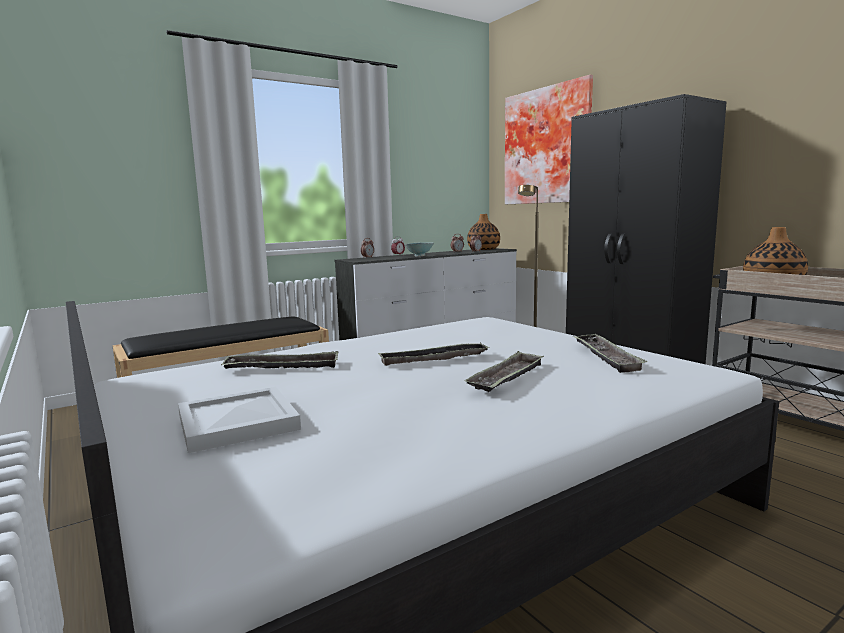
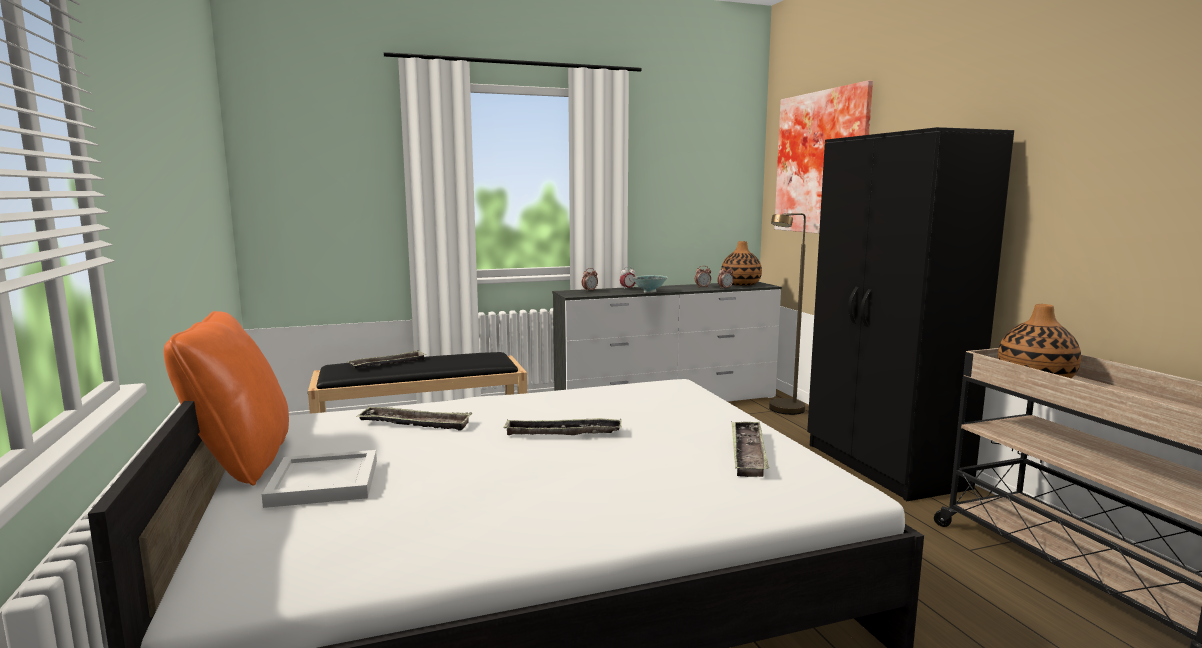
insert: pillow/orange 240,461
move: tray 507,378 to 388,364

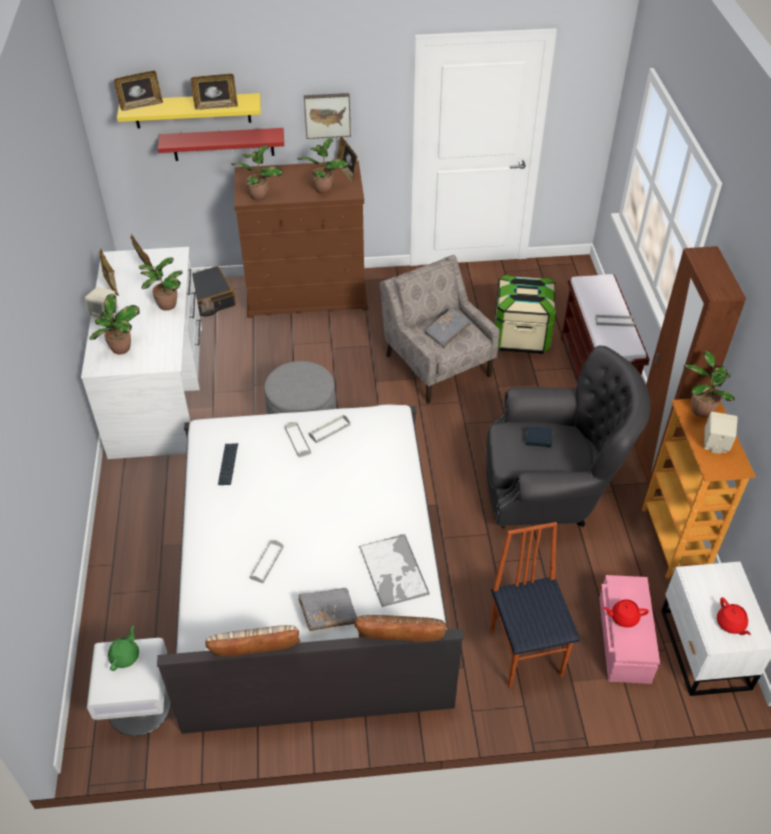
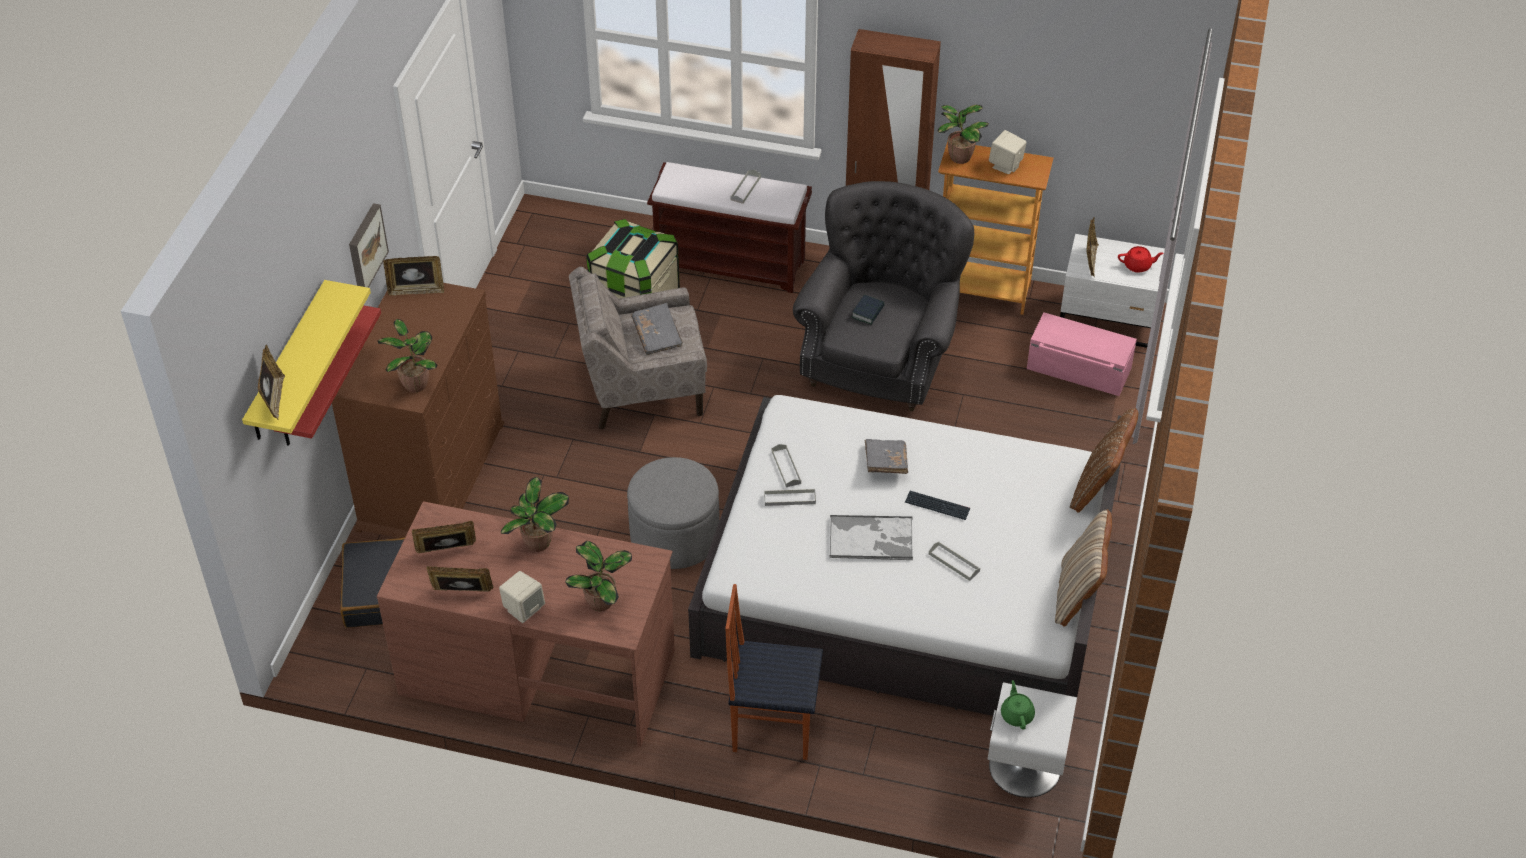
delete: potted plant 323,188; teapot/red 623,617
move: picture frame 216,106 to 1090,261; keyboard 228,464 to 937,506; book/grey 328,614 to 885,463; tray 394,571 to 872,538; chair 526,652 to 773,727
recolor: desk/white 158,390 to desk/brown 537,671
rotate: teapot/green 125,656 = 1017,715 45 degrees clockwise

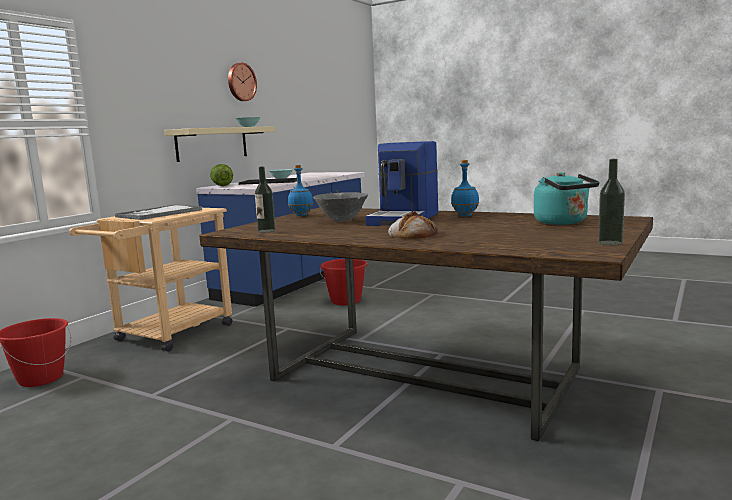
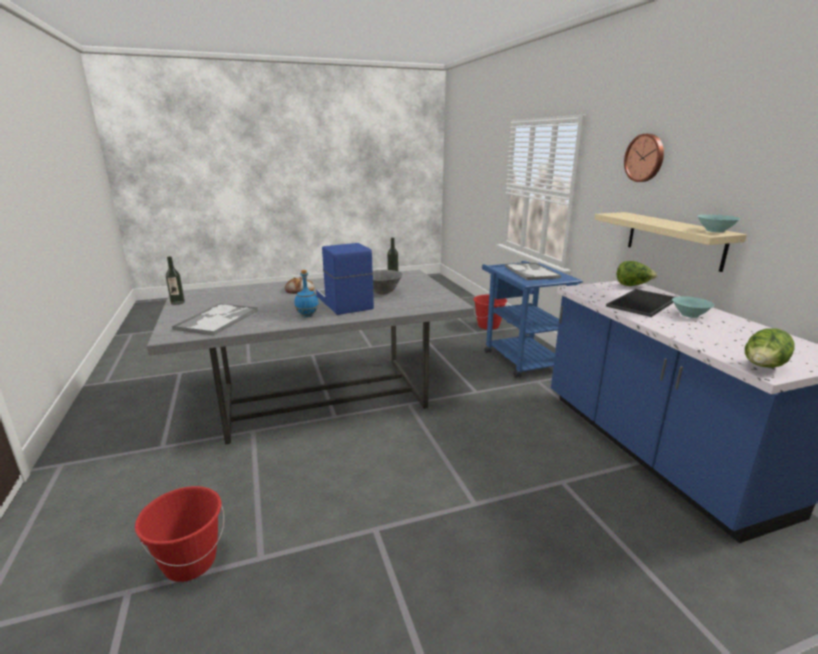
delete: bottle/blue 301,215
insert: lettuce 763,367
move: wall clock 241,82 to 645,158; bucket/red 345,301 to 190,562
replace: kettle/turquoise 563,222 to tray 218,319
recolor: cart/beige 167,336 to cart/blue 520,357; dining table/brown 427,375 to dining table/grey 321,397

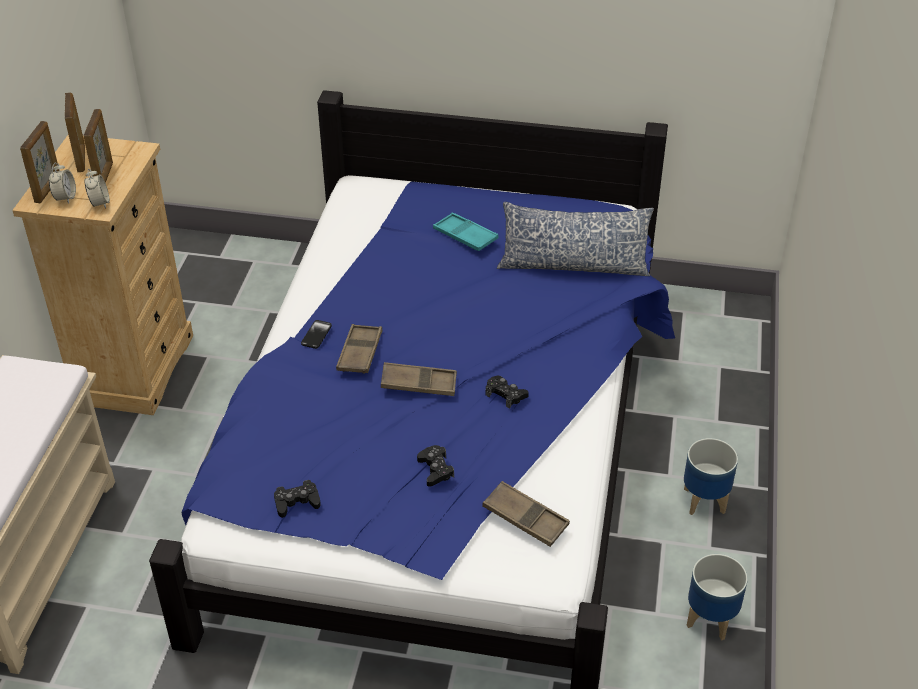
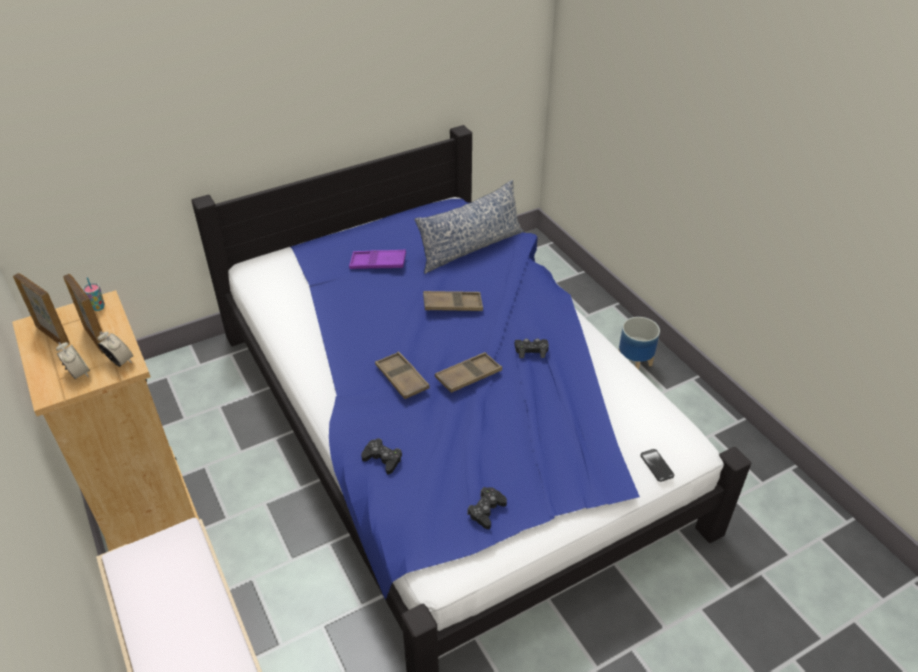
delete: picture frame 48,189; planter 711,619
insert: cup 98,307
move: phone 316,335 to 656,466; game controller/black 435,469 to 382,459; tray/brown 525,518 to 452,305
recolor: tray/turquoise 465,236 to tray/purple 378,263

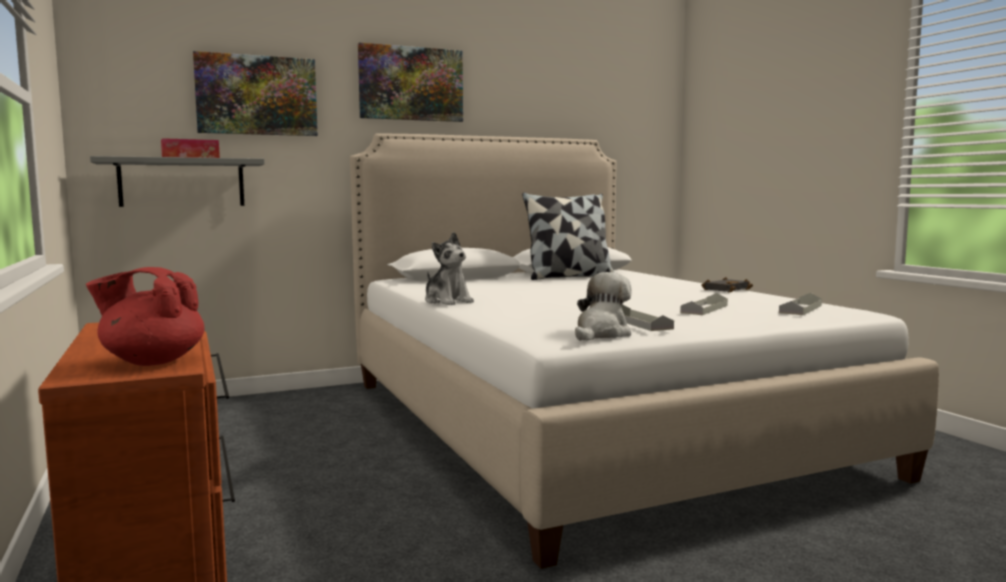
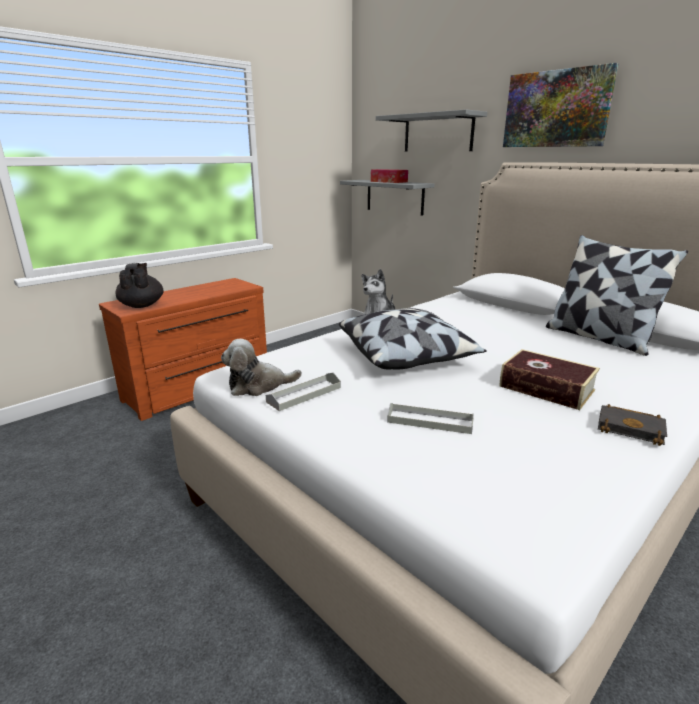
delete: tray/grey 800,309
insert: pillow 407,356; book 546,388
replace: picture 257,95 to shelf/grey 438,133
recolor: teapot/red 152,361 to teapot/black 142,305
rotate: plush toy 601,334 = 258,386 150 degrees clockwise

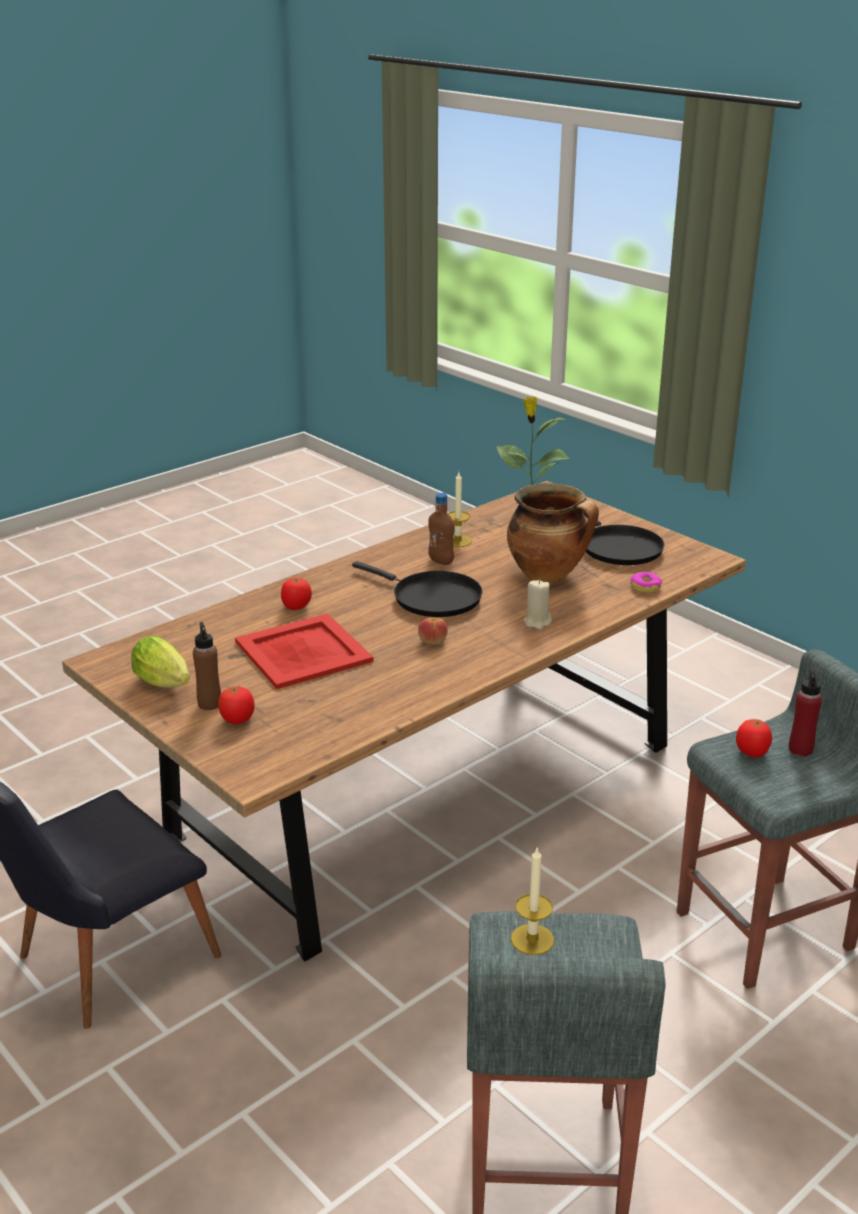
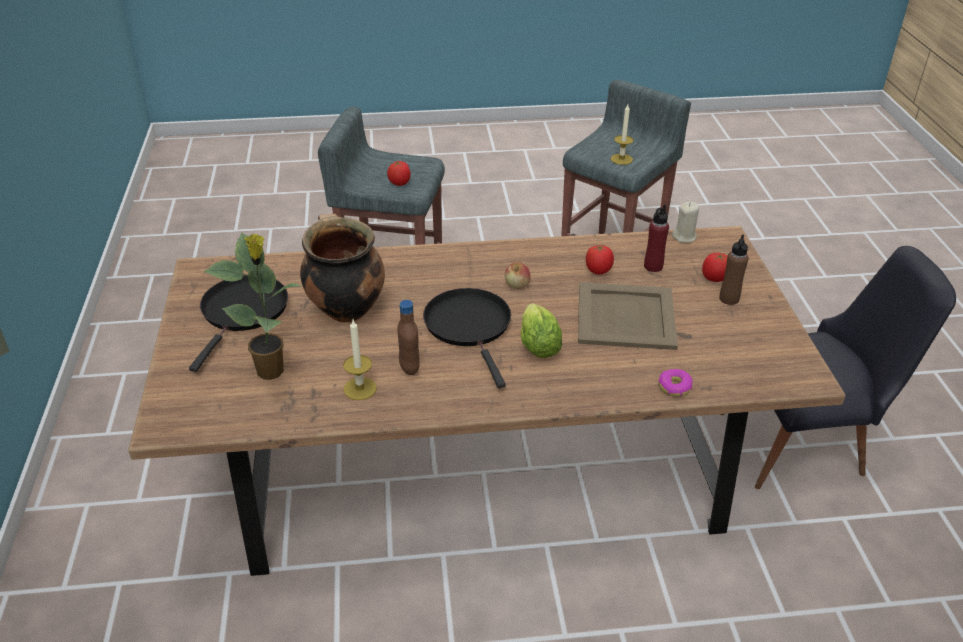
move: lettuce 165,684 to 537,343; tomato 296,606 to 598,270; candle/beige 537,622 to 684,237; donut 645,587 to 674,387; bottle/red 800,749 to 653,266
recolor: tray/red 302,651 to tray/beige 627,317

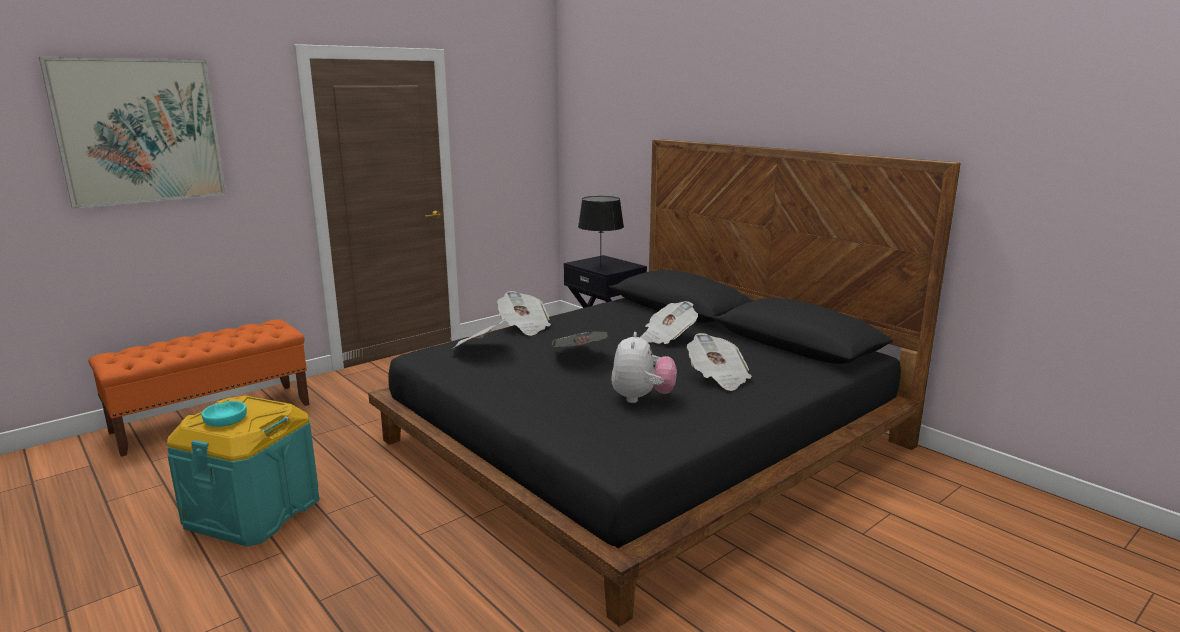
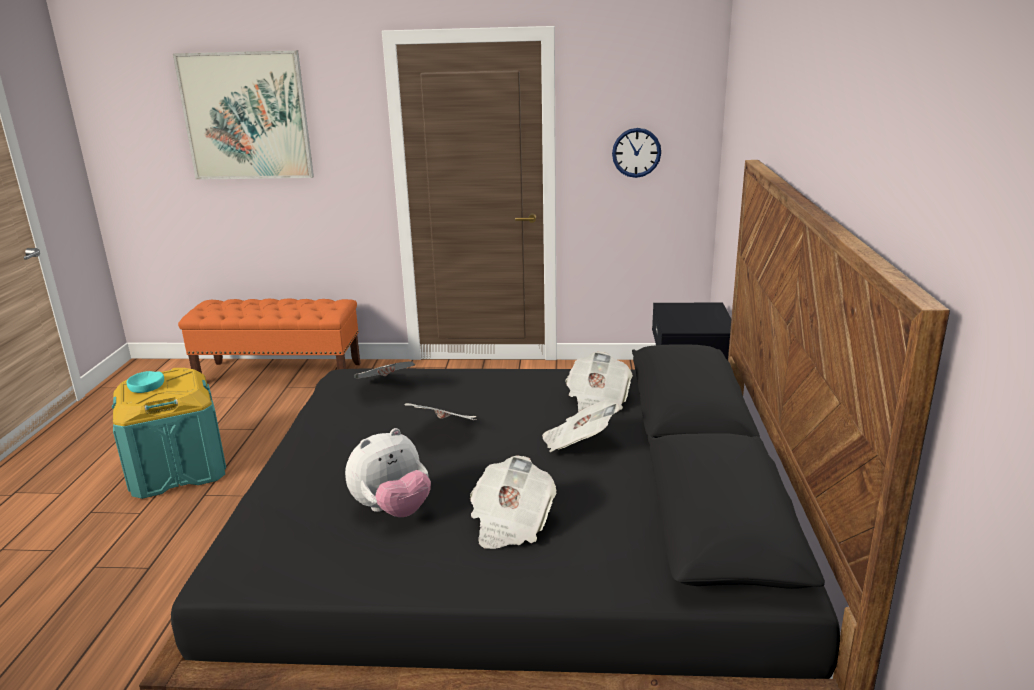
delete: table lamp/black 600,267
insert: wall clock 636,152
move: newspaper 524,327 to 597,401

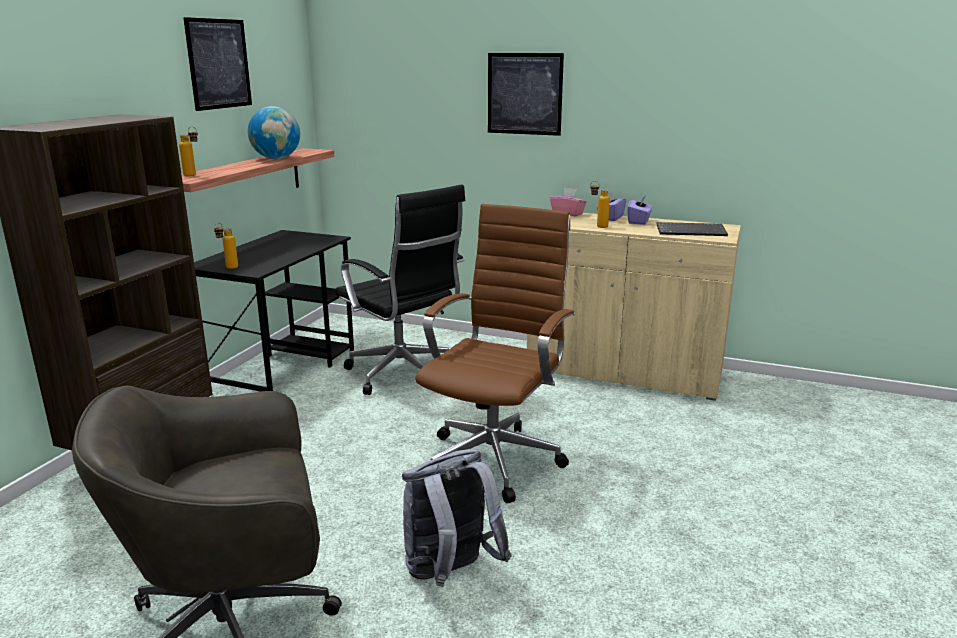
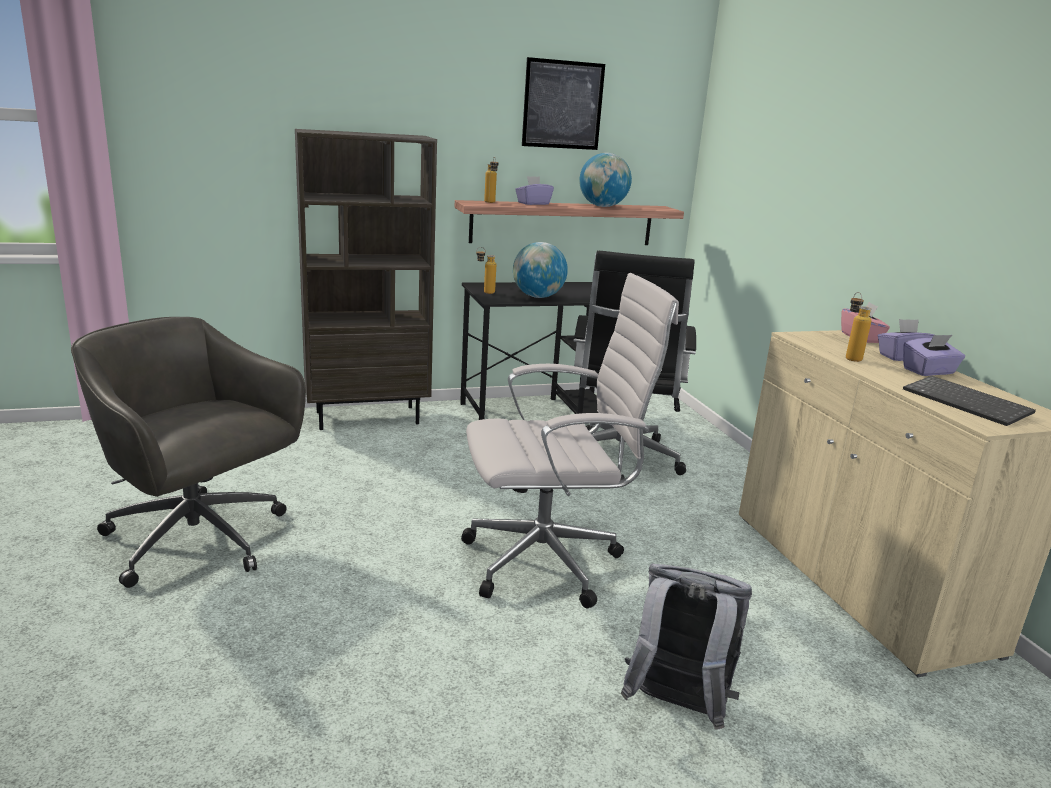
delete: picture 524,94
insert: globe 538,297; tissue box/purple 533,203
move: backpack/grey 450,573 to 675,707
recolor: office chair/brown 496,458 to office chair/white 549,562

